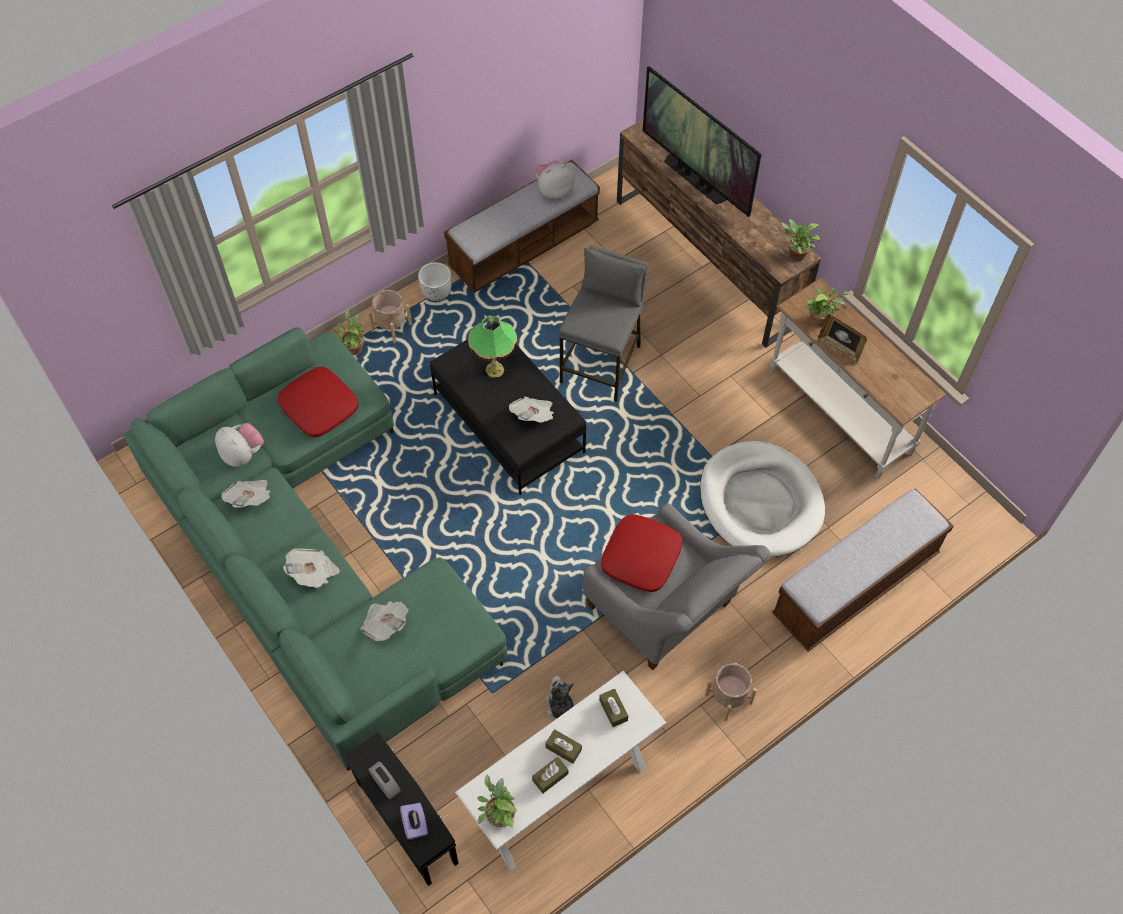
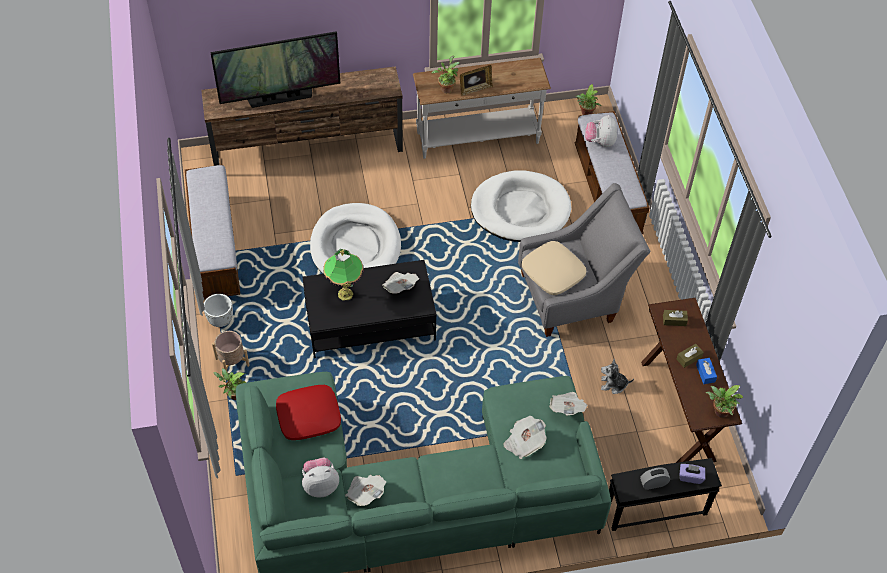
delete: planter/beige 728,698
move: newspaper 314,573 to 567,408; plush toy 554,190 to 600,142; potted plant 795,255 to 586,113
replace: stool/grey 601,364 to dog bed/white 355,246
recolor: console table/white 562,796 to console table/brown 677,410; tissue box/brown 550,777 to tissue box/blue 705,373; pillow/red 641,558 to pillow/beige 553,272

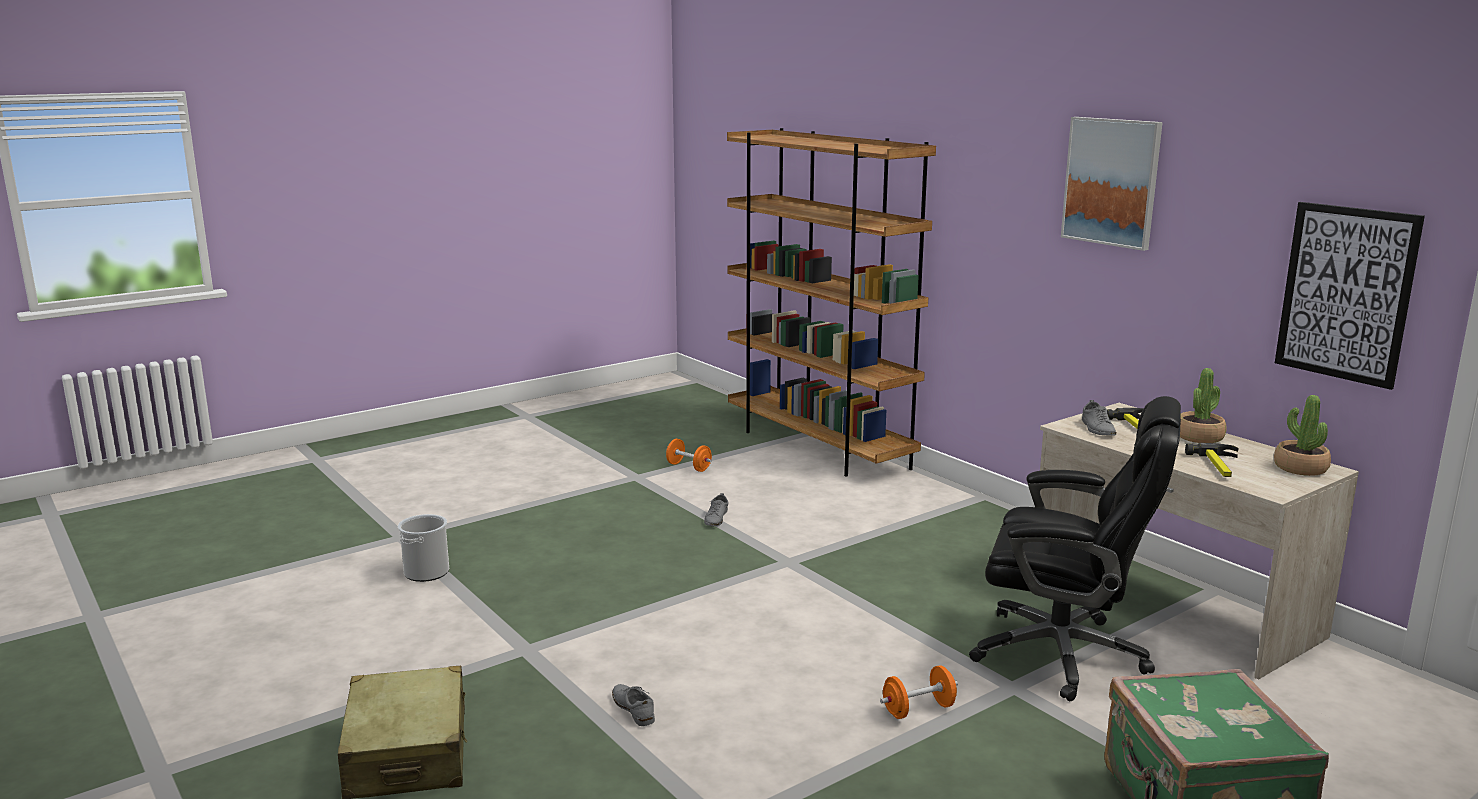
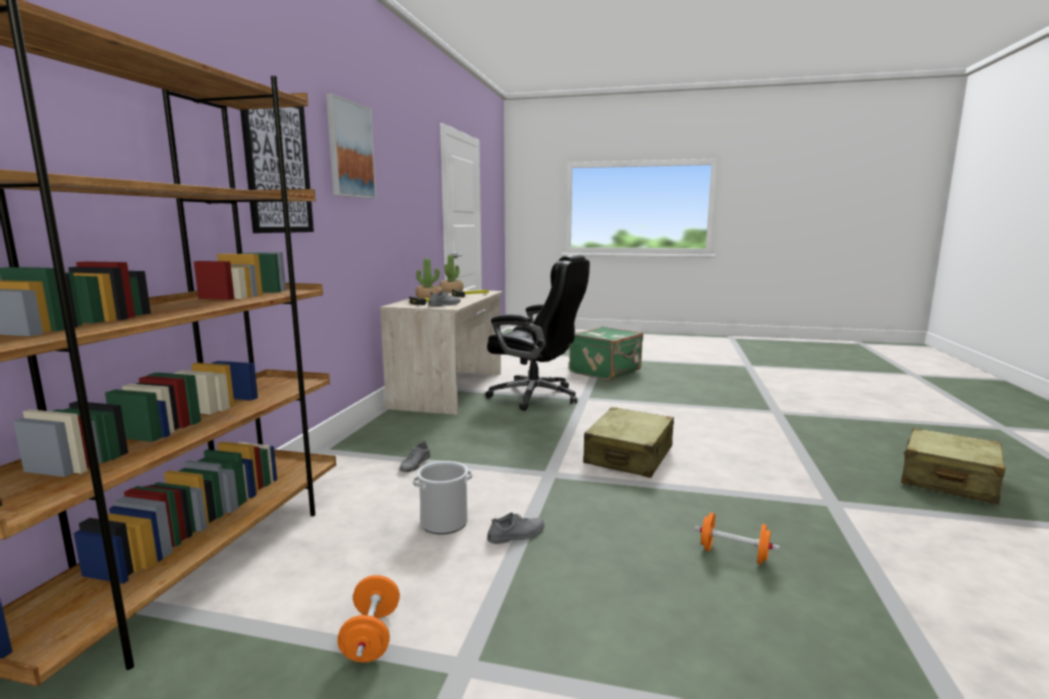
insert: suitcase/beige 629,456
move: bucket 426,572 to 444,522; shoe/grey 633,709 to 414,464; dumbbell/orange 918,709 to 734,554; picture 1346,293 to 277,165
rotate: office chair/black 1063,654 = 536,396 135 degrees clockwise

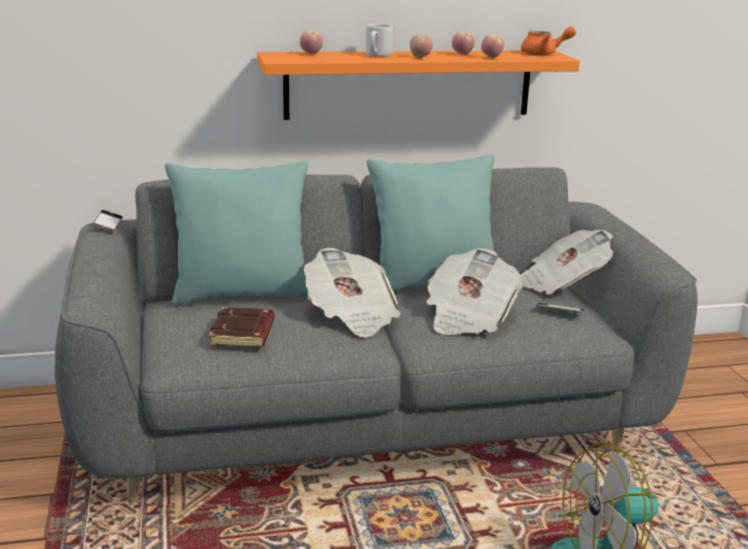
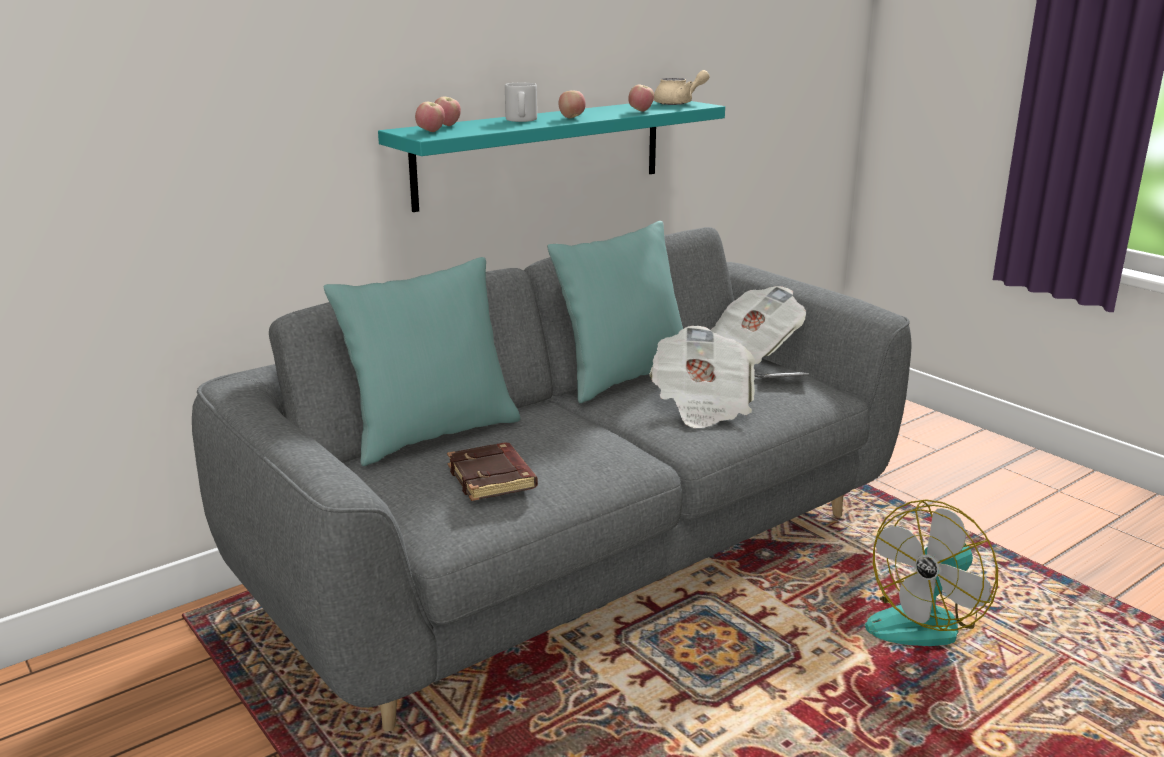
delete: phone 108,224; newspaper 351,316
move: apple 462,54 to 430,132
recolor: shelf/orange 409,84 to shelf/turquoise 541,152; teapot/orange 544,54 to teapot/beige 679,103

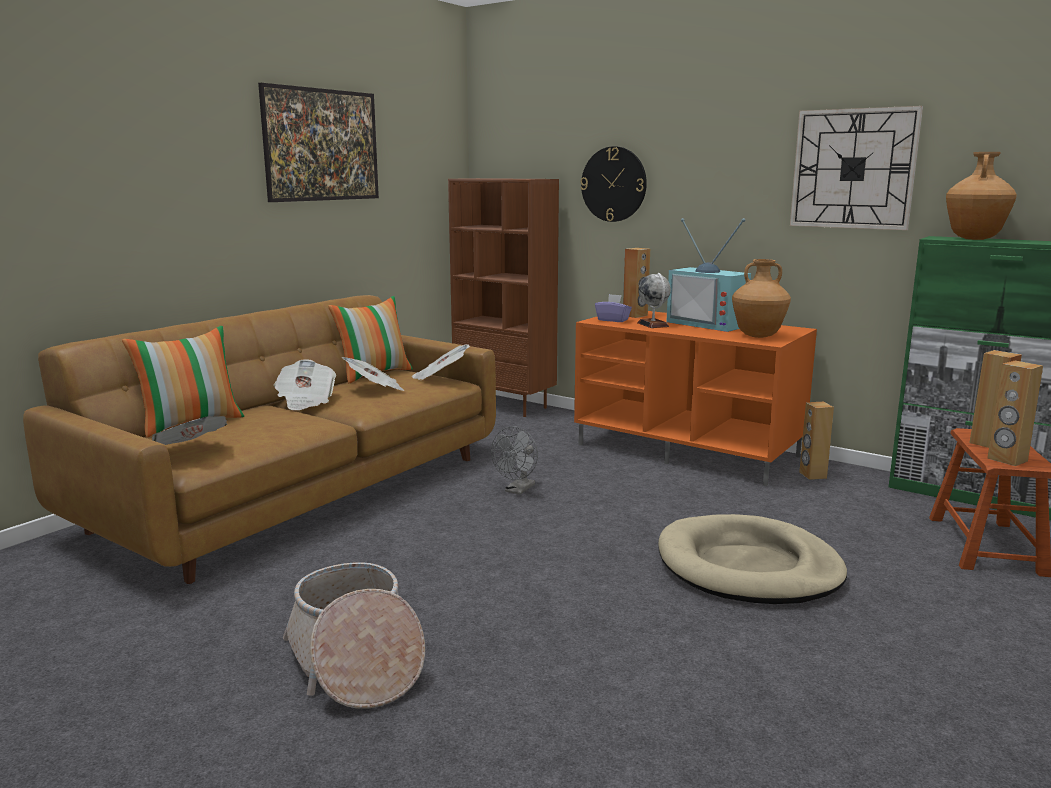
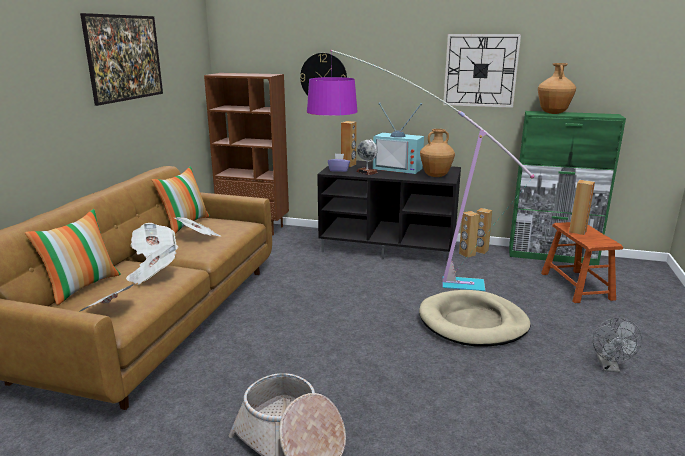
insert: floor lamp 390,277
move: newspaper 440,378 to 153,276; fan/grey 517,490 to 609,367; speaker/brown 1007,460 to 480,251
recolor: tv stand/orange 689,450 to tv stand/black 389,247

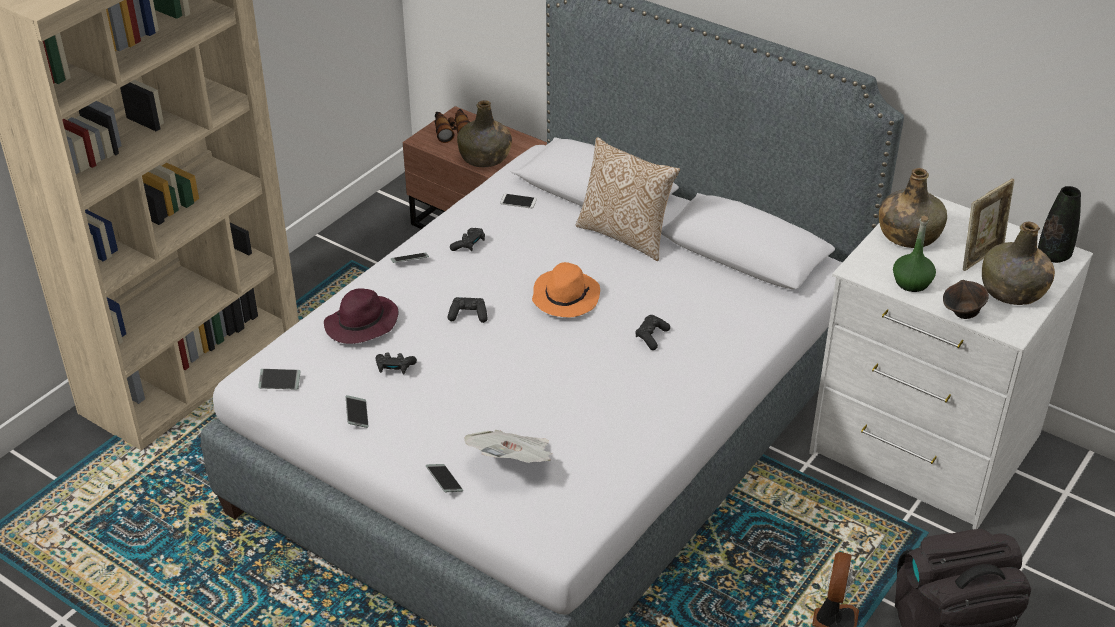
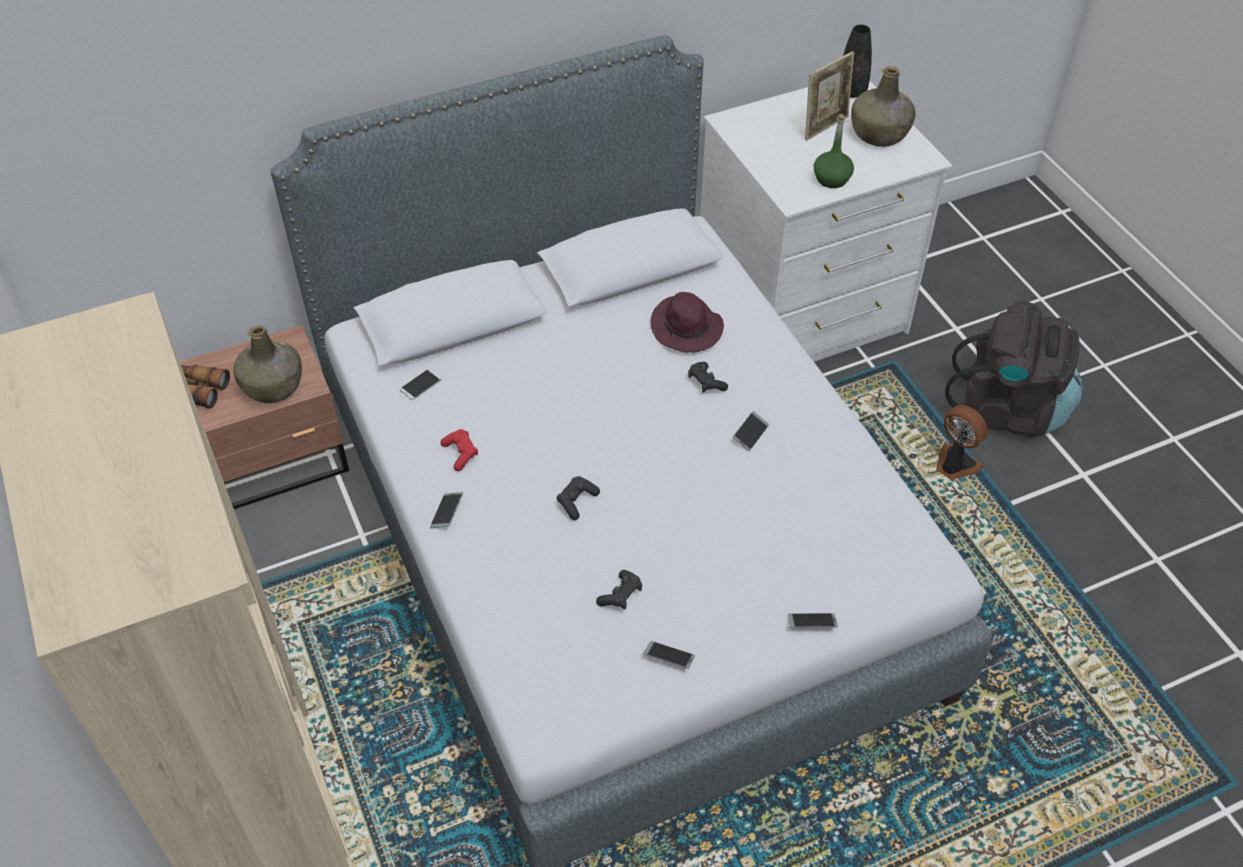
delete: newspaper 513,462; hat/orange 565,297; pillow 625,235; bottle/green 908,235; bowl/brown 962,313
move: phone 280,382 to 750,434; hat/purple 361,325 to 687,328
recolor: game controller/black 469,245 to game controller/red 461,454
rotate: picture frame 981,256 = 825,126 60 degrees clockwise

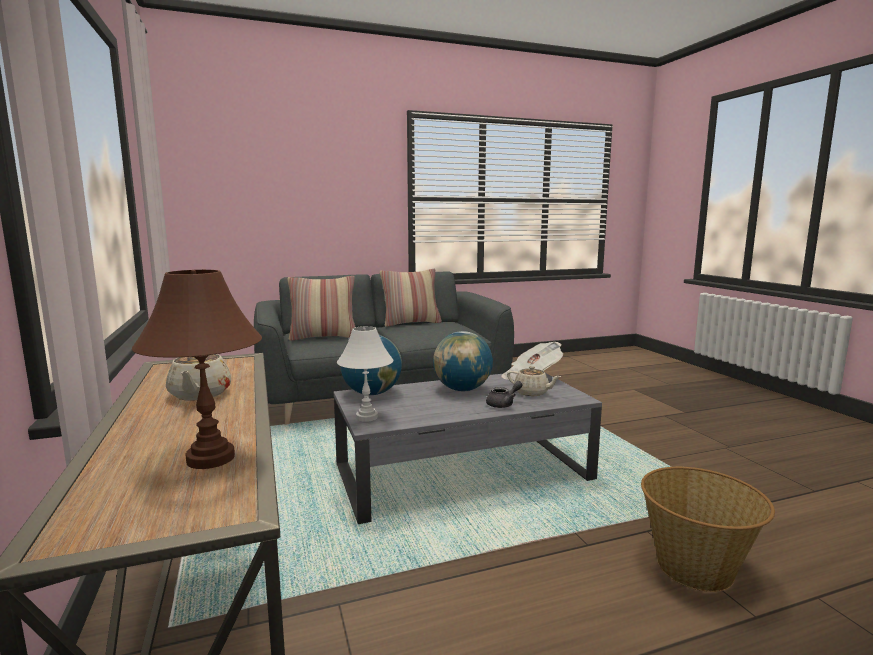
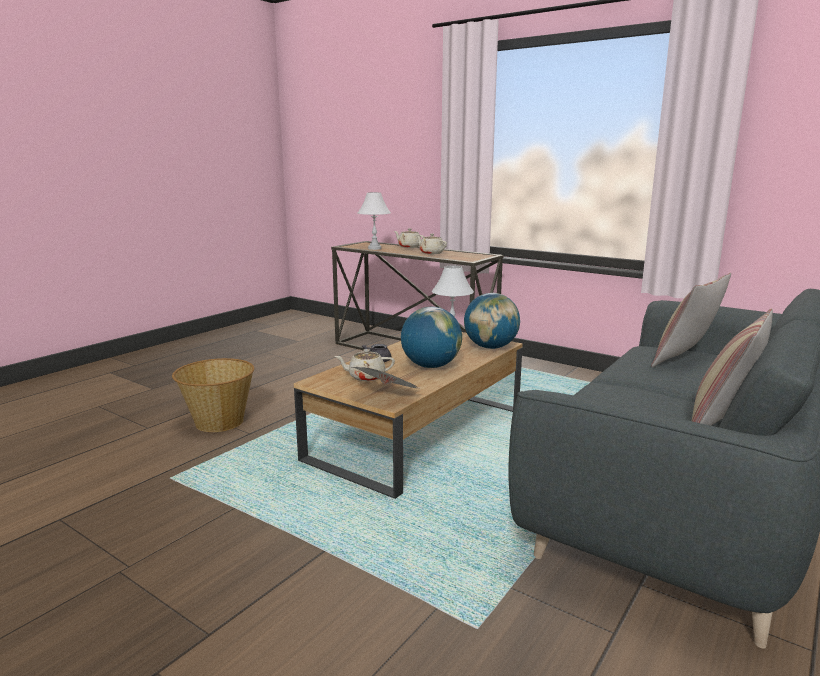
insert: teapot/beige 409,247
recolor: table lamp/brown 210,458 to table lamp/white 375,248; coffee table/grey 464,471 to coffee table/brown 417,433

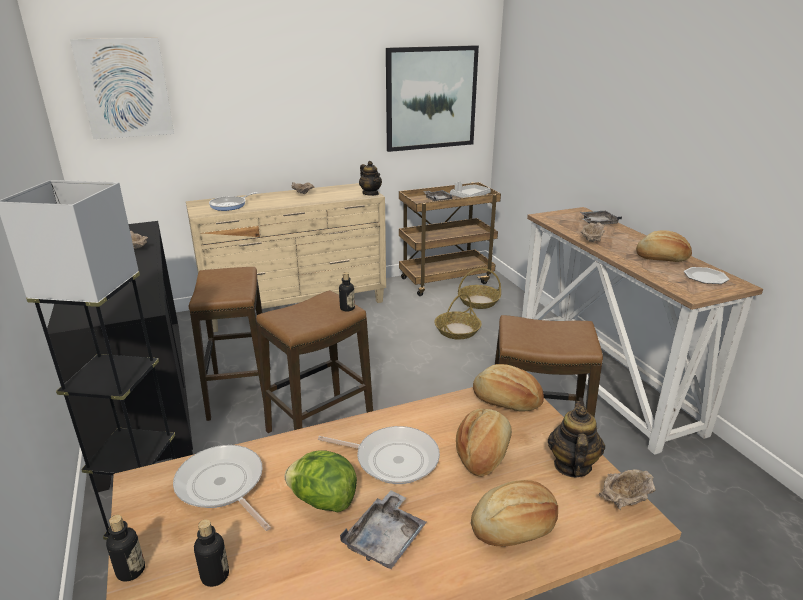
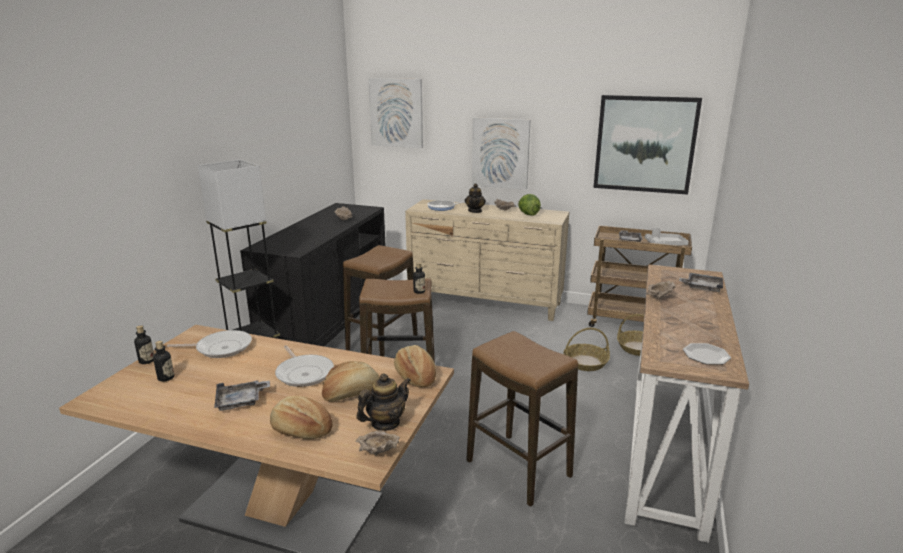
delete: bread 662,258
insert: picture 500,153
move: lettuce 323,500 to 528,214; teapot 370,193 to 475,211
rotate: frying pan 222,486 = 221,348 90 degrees clockwise

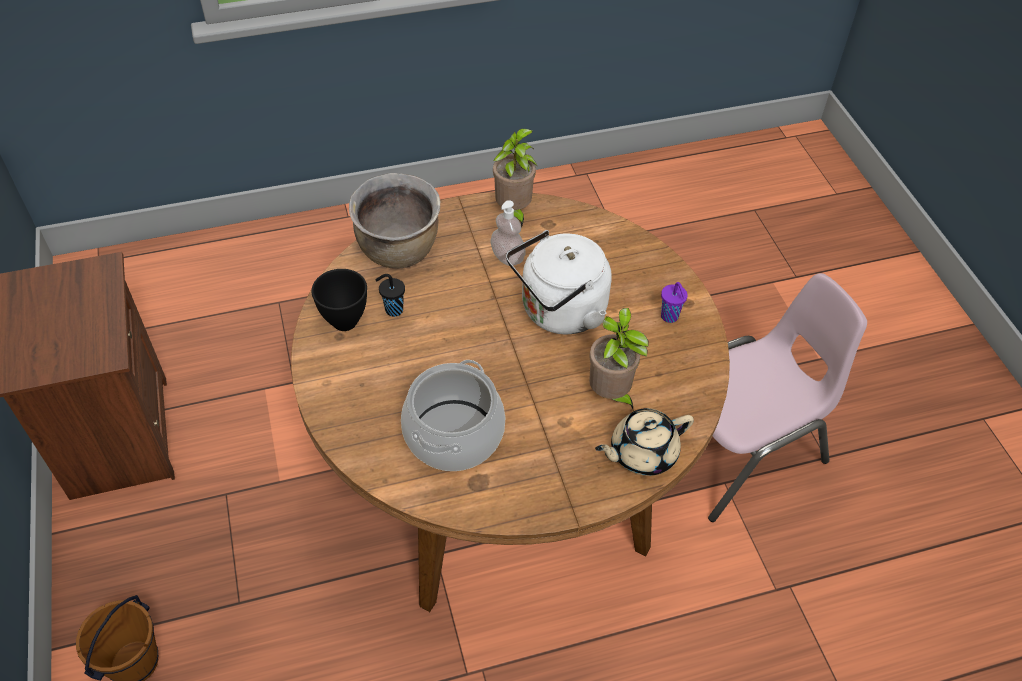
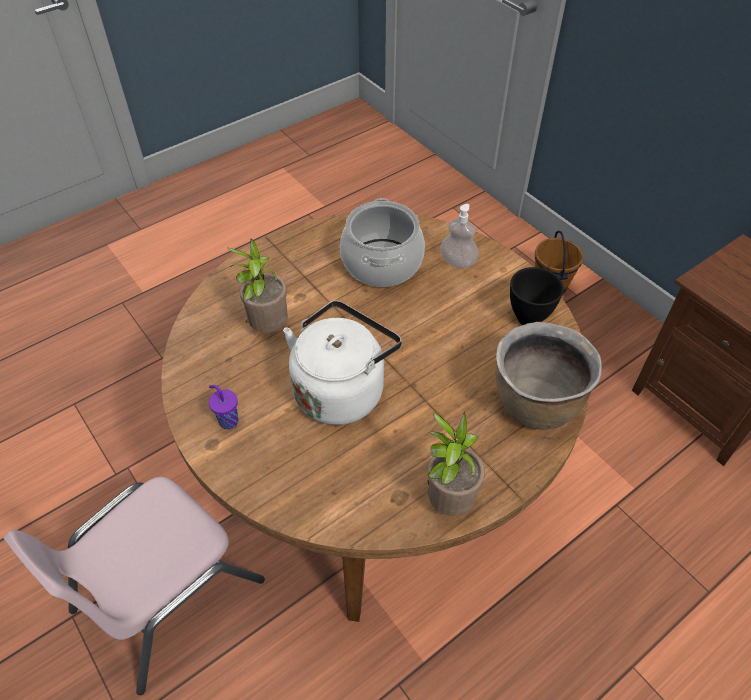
delete: cup/black 393,310; teapot/beige 641,453
move: soap dispenser 507,257 to 457,261

